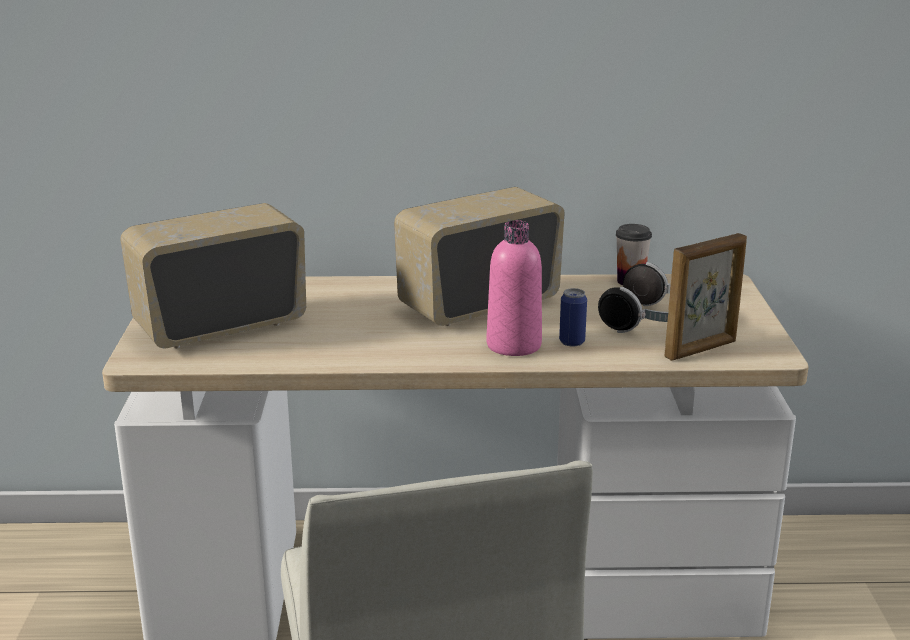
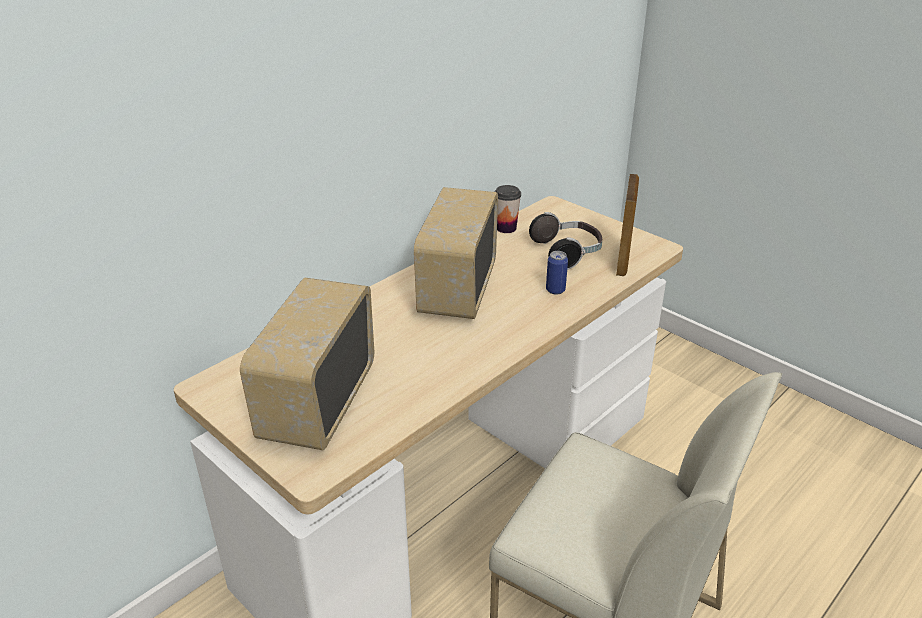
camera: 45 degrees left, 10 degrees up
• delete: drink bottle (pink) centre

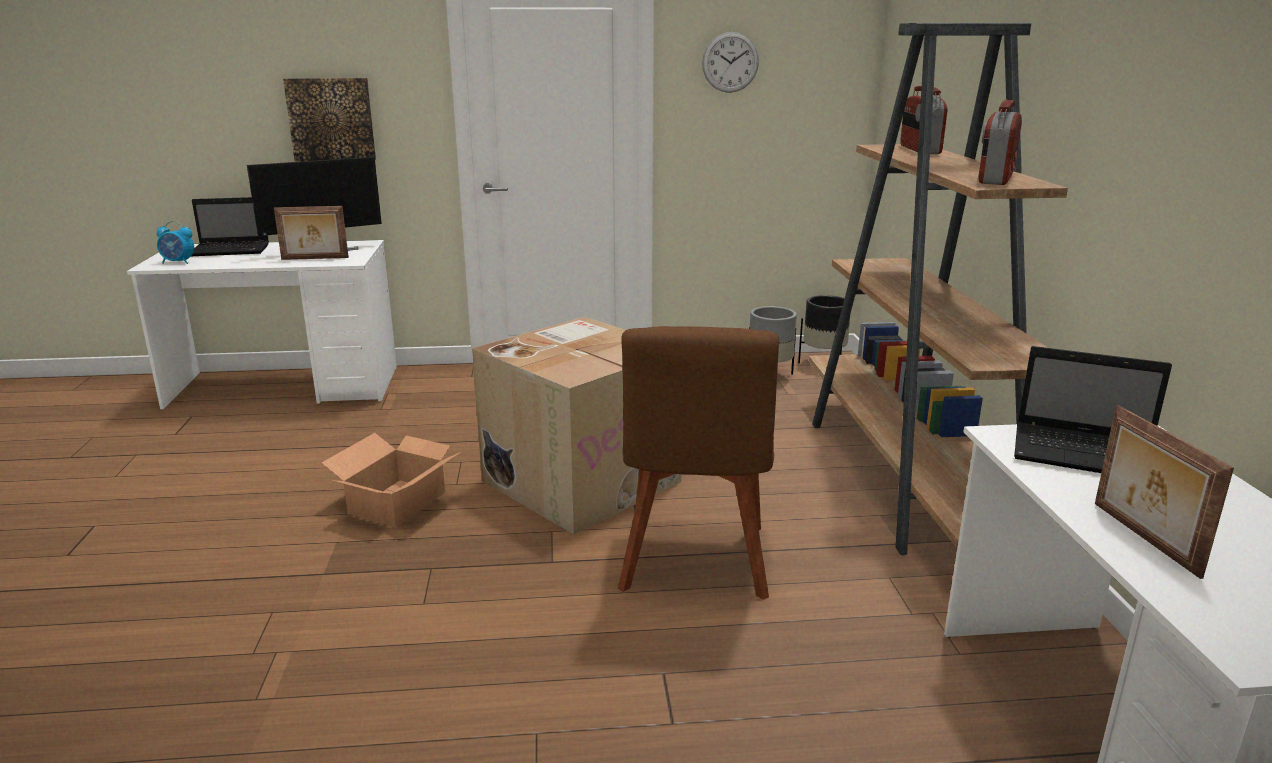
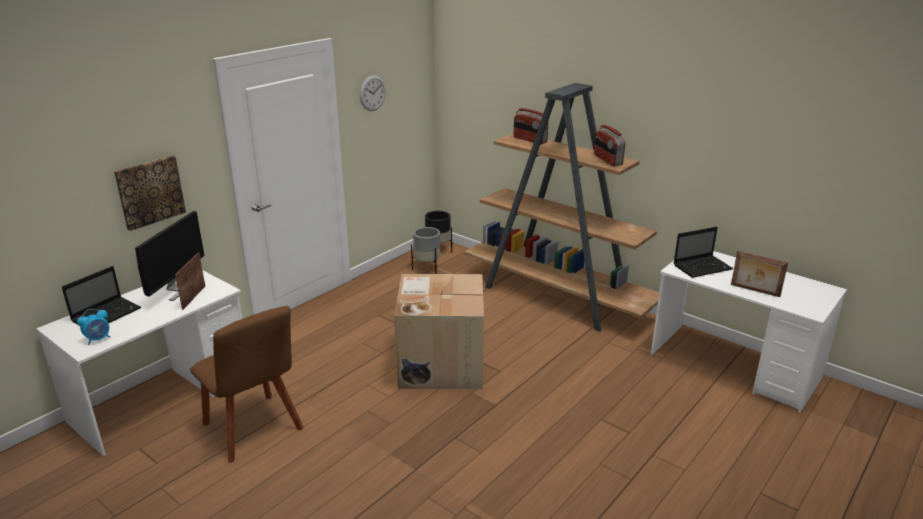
camera: 45 degrees left, 5 degrees up
• rotate: standing frame (1st from left) top left = middle left 150 degrees clockwise
• move: plain chair (brown-coloured) centre to bottom left
• delete: cardboard box (1st from left) middle left

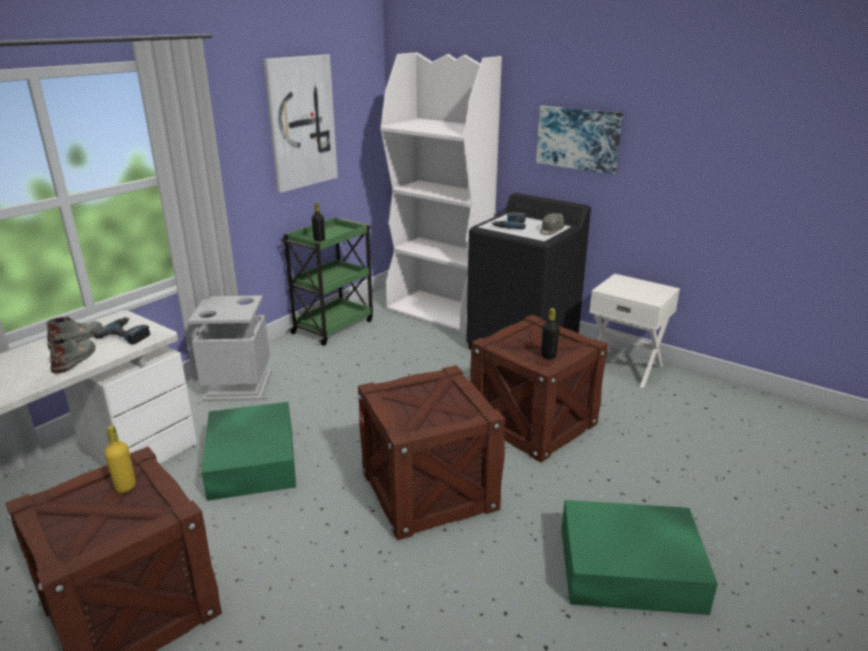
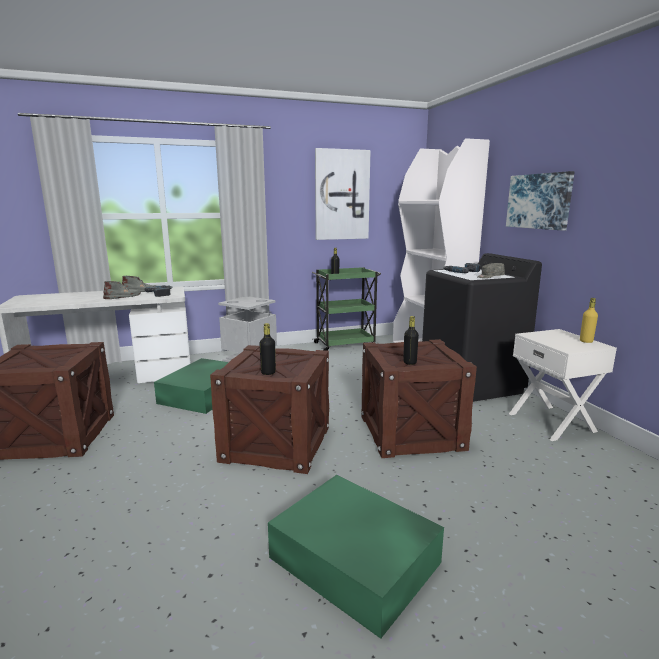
camera: 35 degrees right, 10 degrees down
• move: drink bottle (yellow) bottom left to middle right
• insert: drink bottle (black-coloured) (1st from left) centre

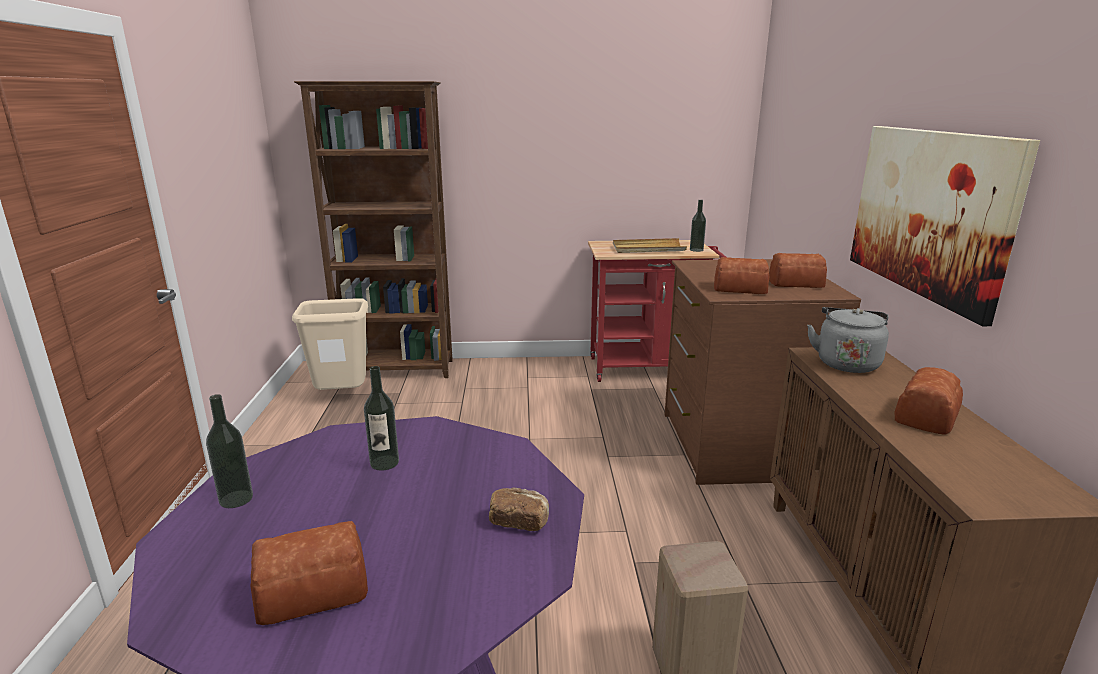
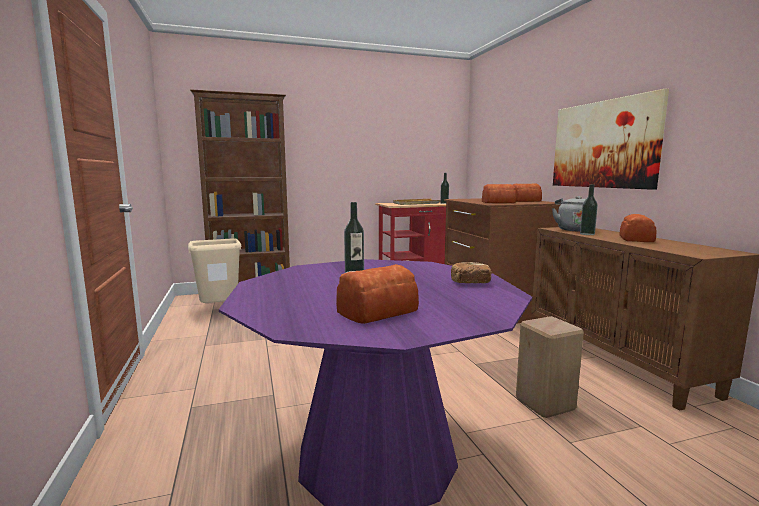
camera: 15 degrees left, 10 degrees down
• move: drink bottle (1st from left in the first image) bottom left to drink bottle (3rd from left) middle right

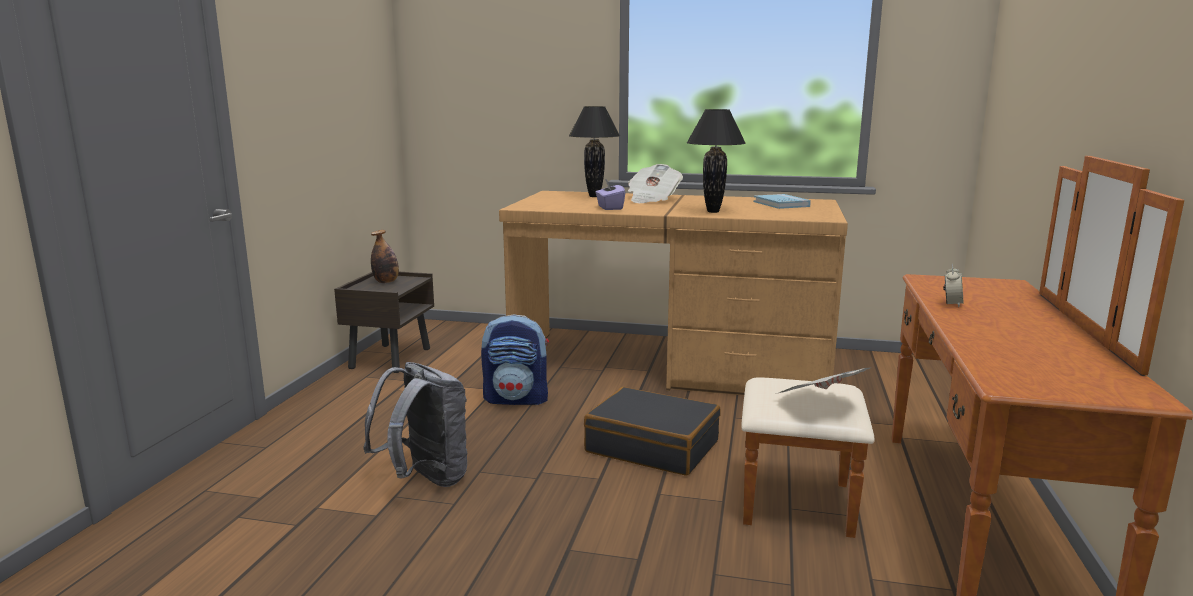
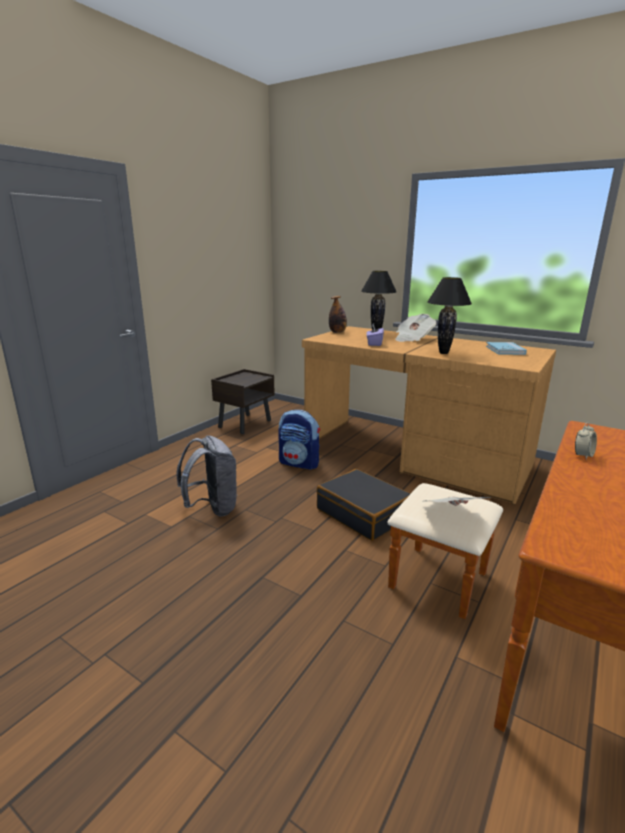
camera: 20 degrees right, 5 degrees up
• move: drink bottle middle left to centre

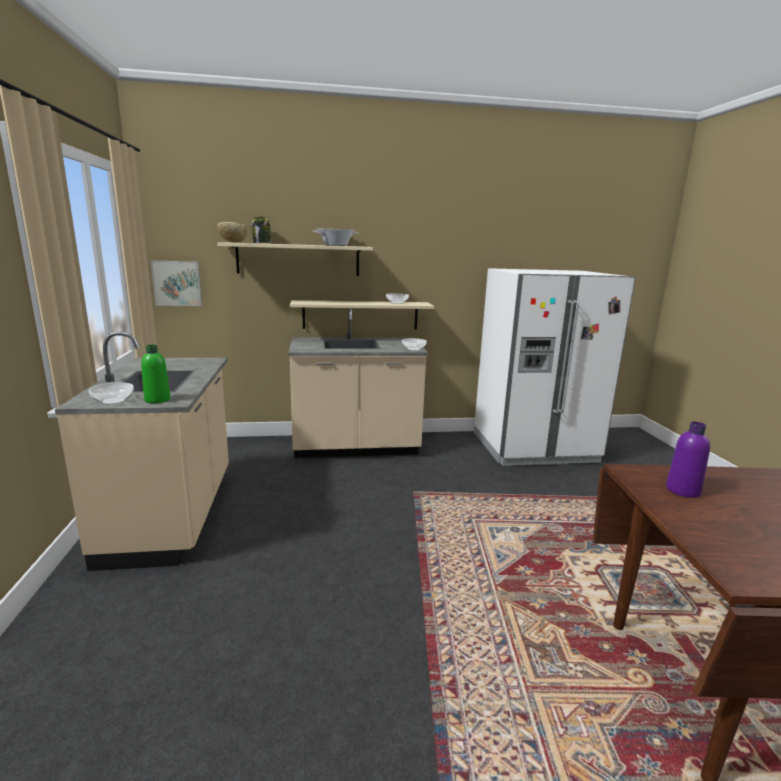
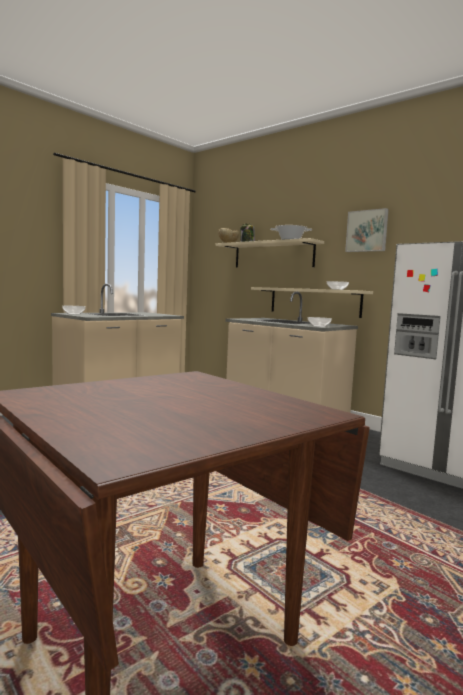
camera: 50 degrees right, 10 degrees down
• move: picture middle left to top right
• delete: drink bottle (green-coloured) middle left
• delete: drink bottle (purplish) middle right

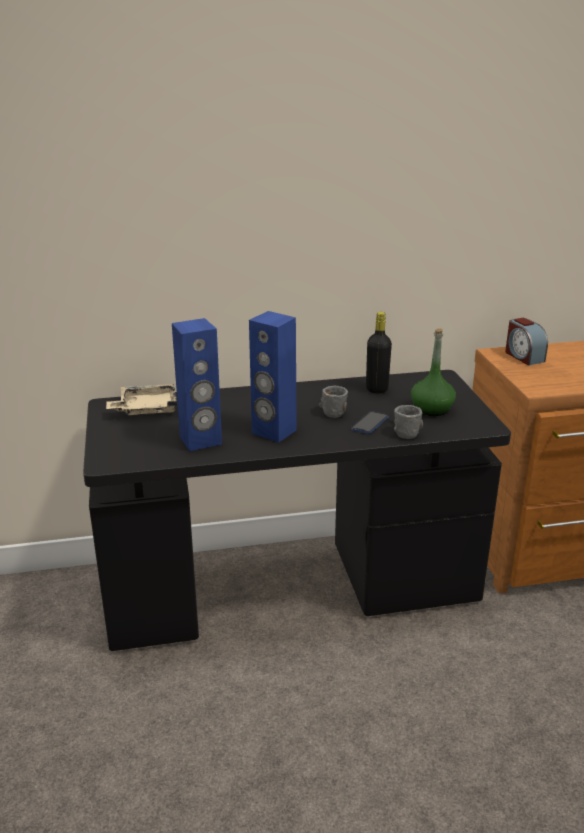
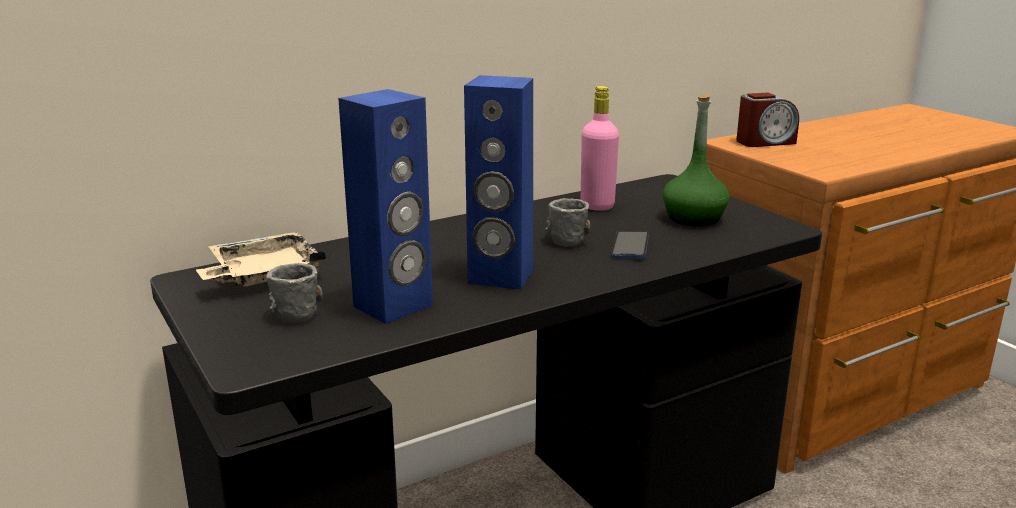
camera: 20 degrees left, 5 degrees down
• recolor: drink bottle (black-coloured) centre to drink bottle (pink) top centre
• rotate: bedside clock middle right = top right 60 degrees counterclockwise
• move: mug (grey) (2nd from left in the first image) middle right to mug (grey) (1st from left) middle left

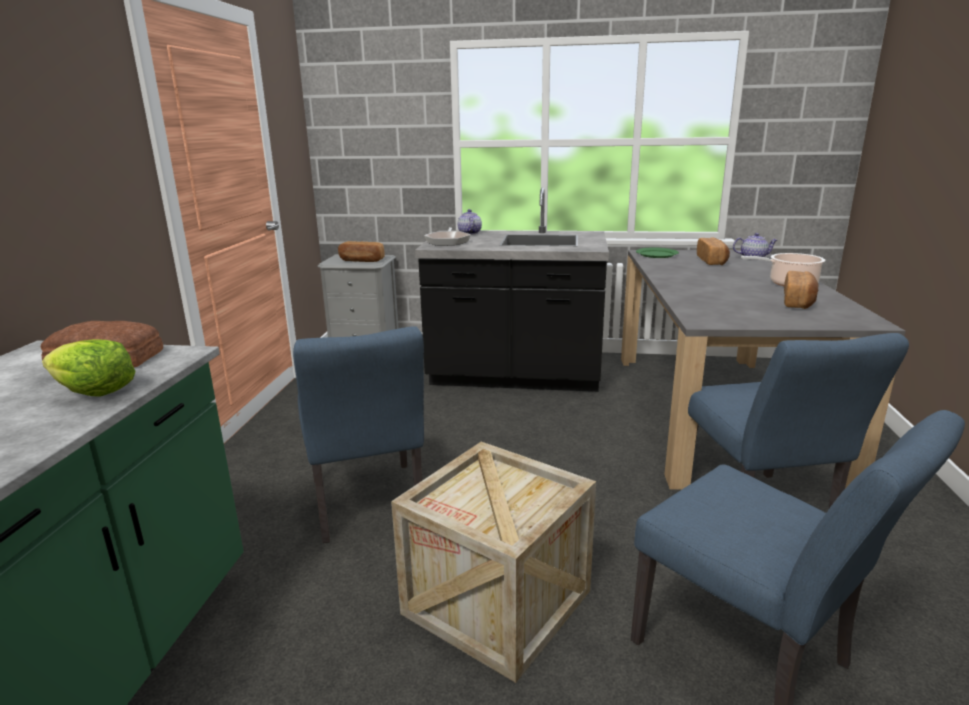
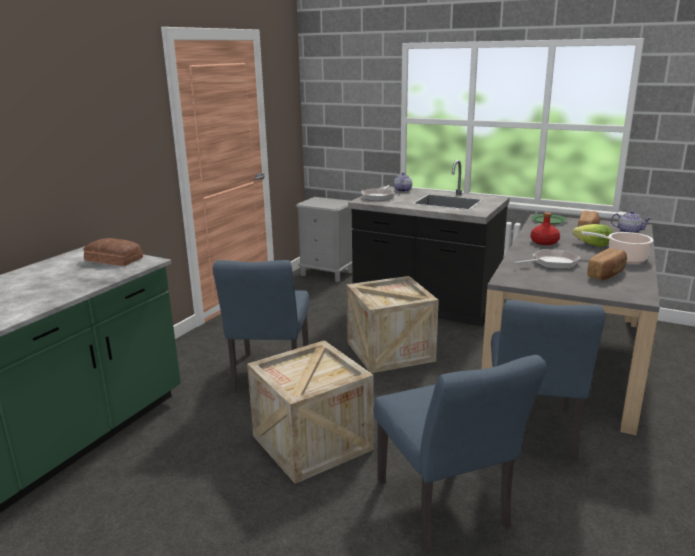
camera: 20 degrees right, 0 degrees up
• delete: bread (2nd from left) centre
• move: head of lettuce middle left to middle right
• insert: drink bottle (reddish) middle right
• insert: frying pan (2nd from left) middle right
• insert: packing crate (2nd from left) centre

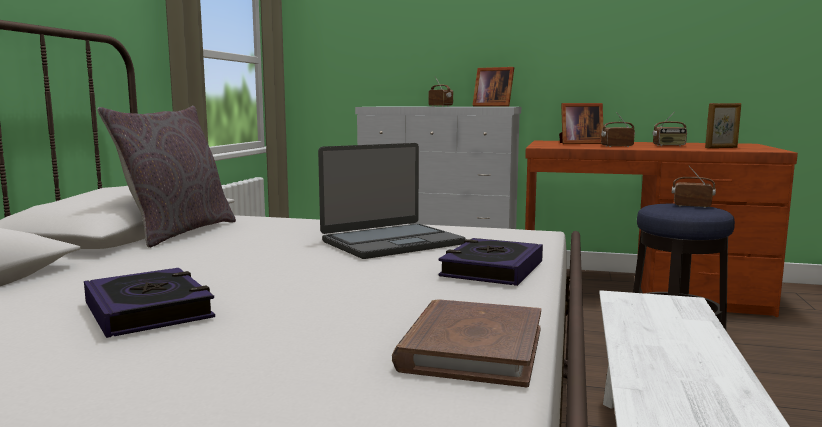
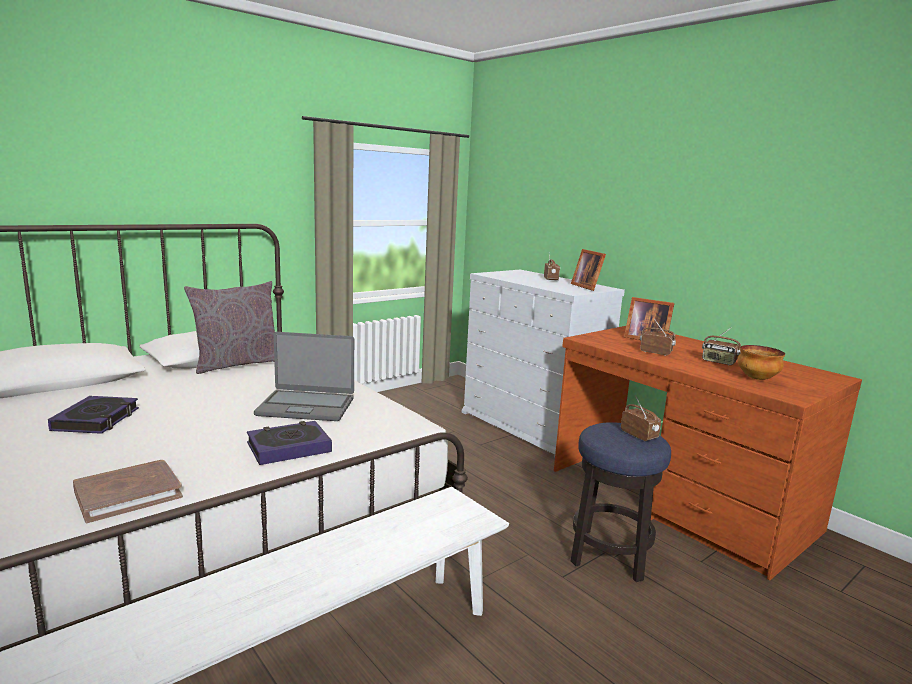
camera: 35 degrees right, 5 degrees up
• replace: standing frame (3rd from left) top right to deep dish middle right

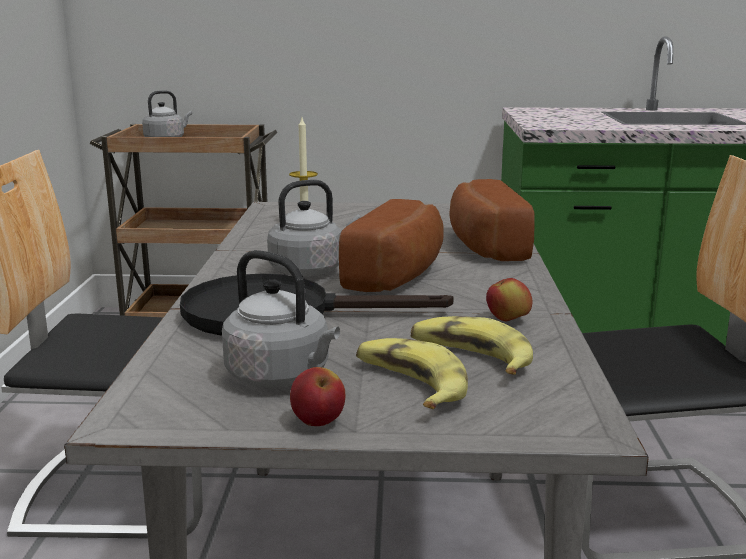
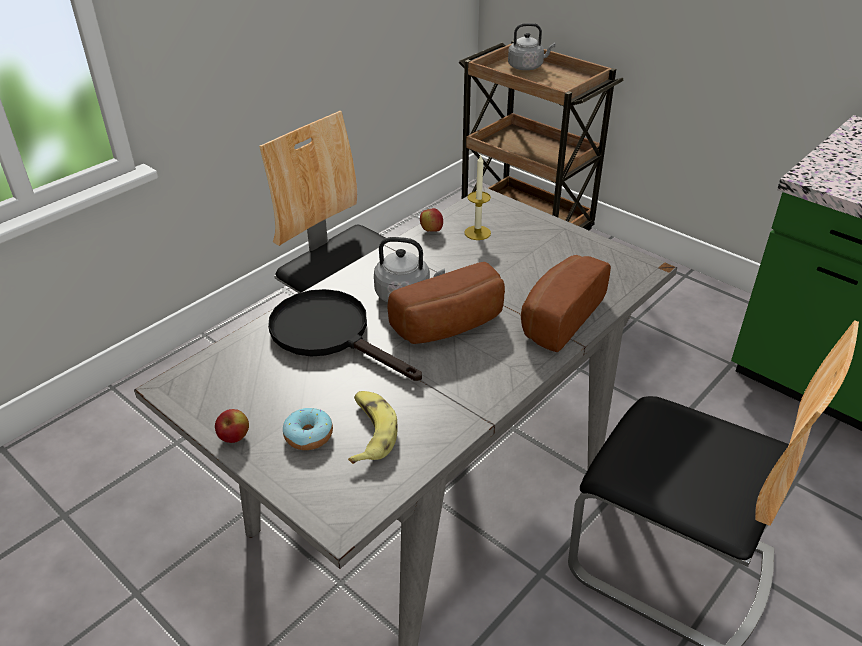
camera: 40 degrees right, 20 degrees up
• delete: water kettle (grey) (2nd from left) centre
• move: apple (2nd from left) middle right to centre
• replace: banana fruit (1st from left) bottom centre to donut centre

